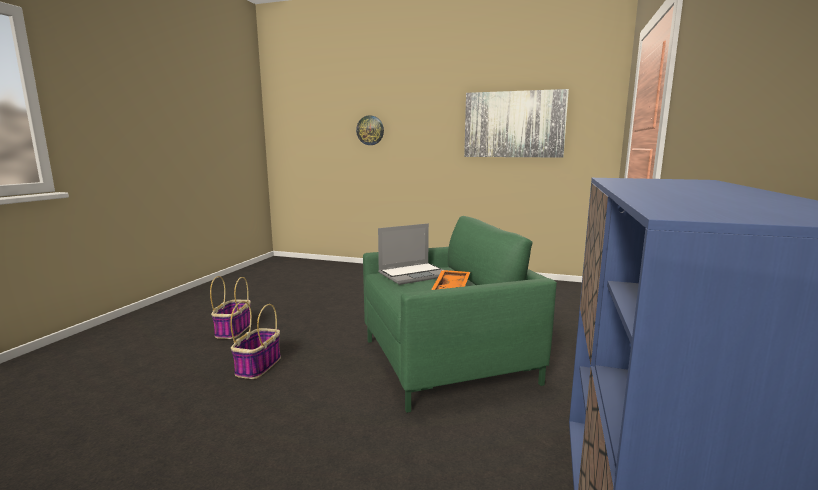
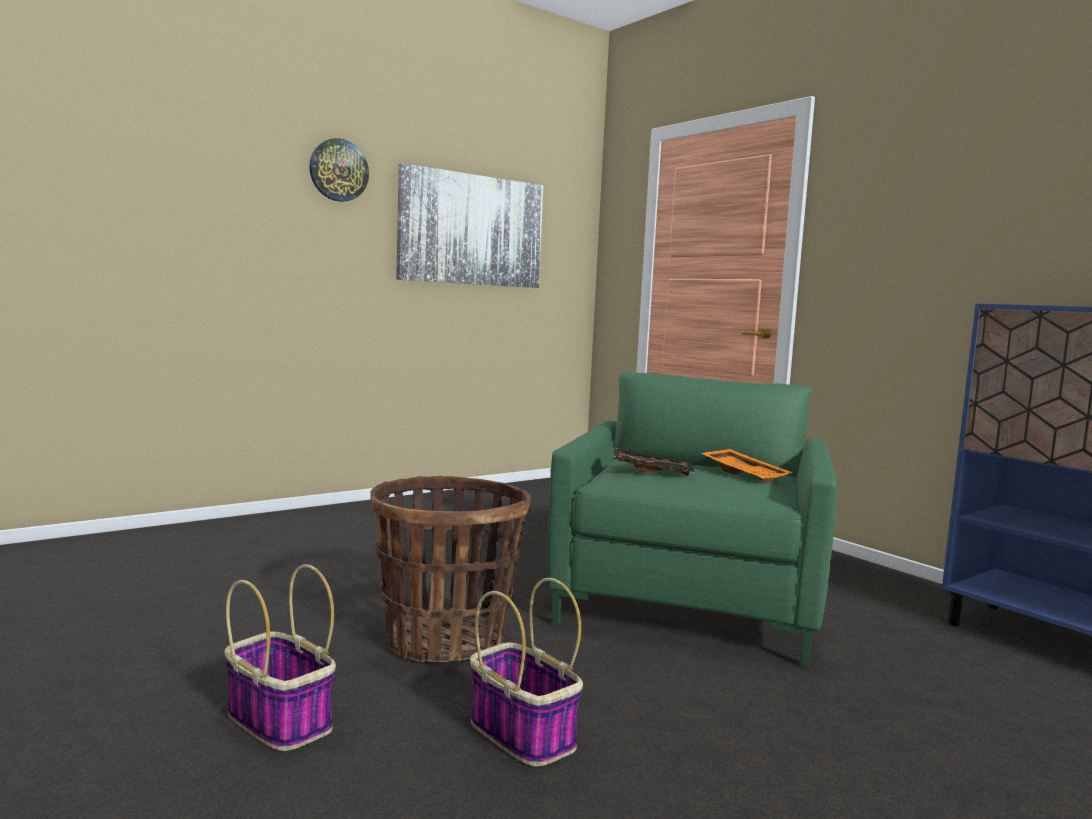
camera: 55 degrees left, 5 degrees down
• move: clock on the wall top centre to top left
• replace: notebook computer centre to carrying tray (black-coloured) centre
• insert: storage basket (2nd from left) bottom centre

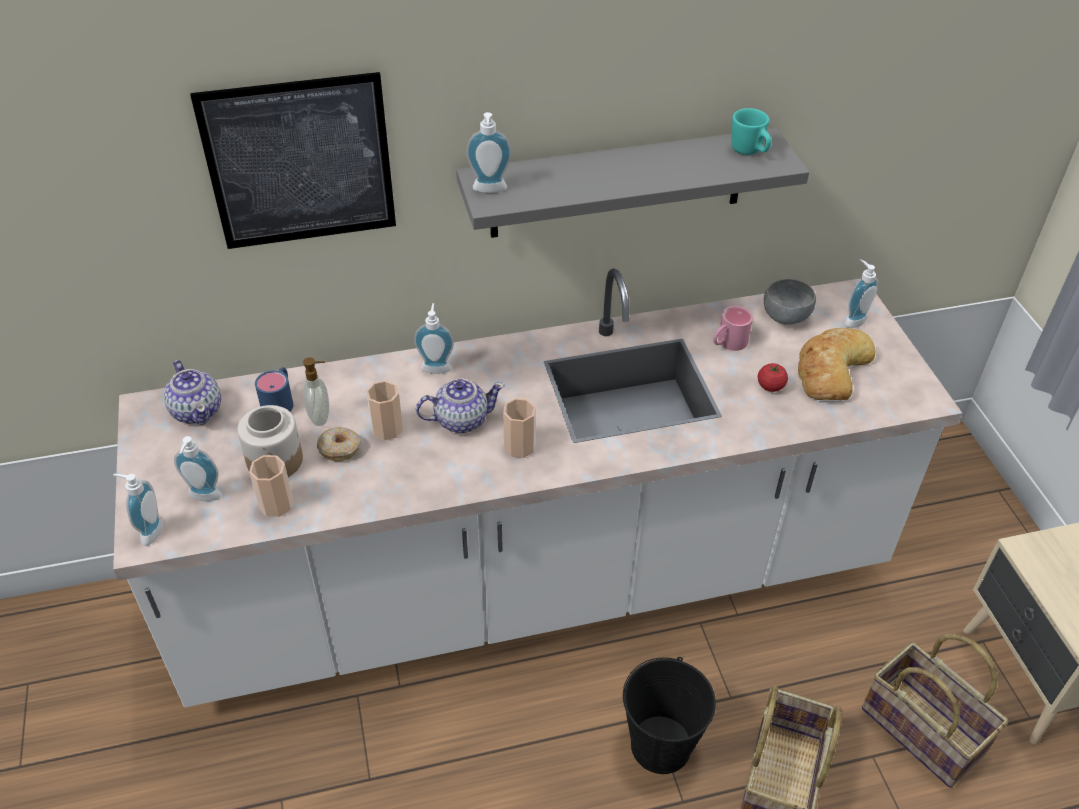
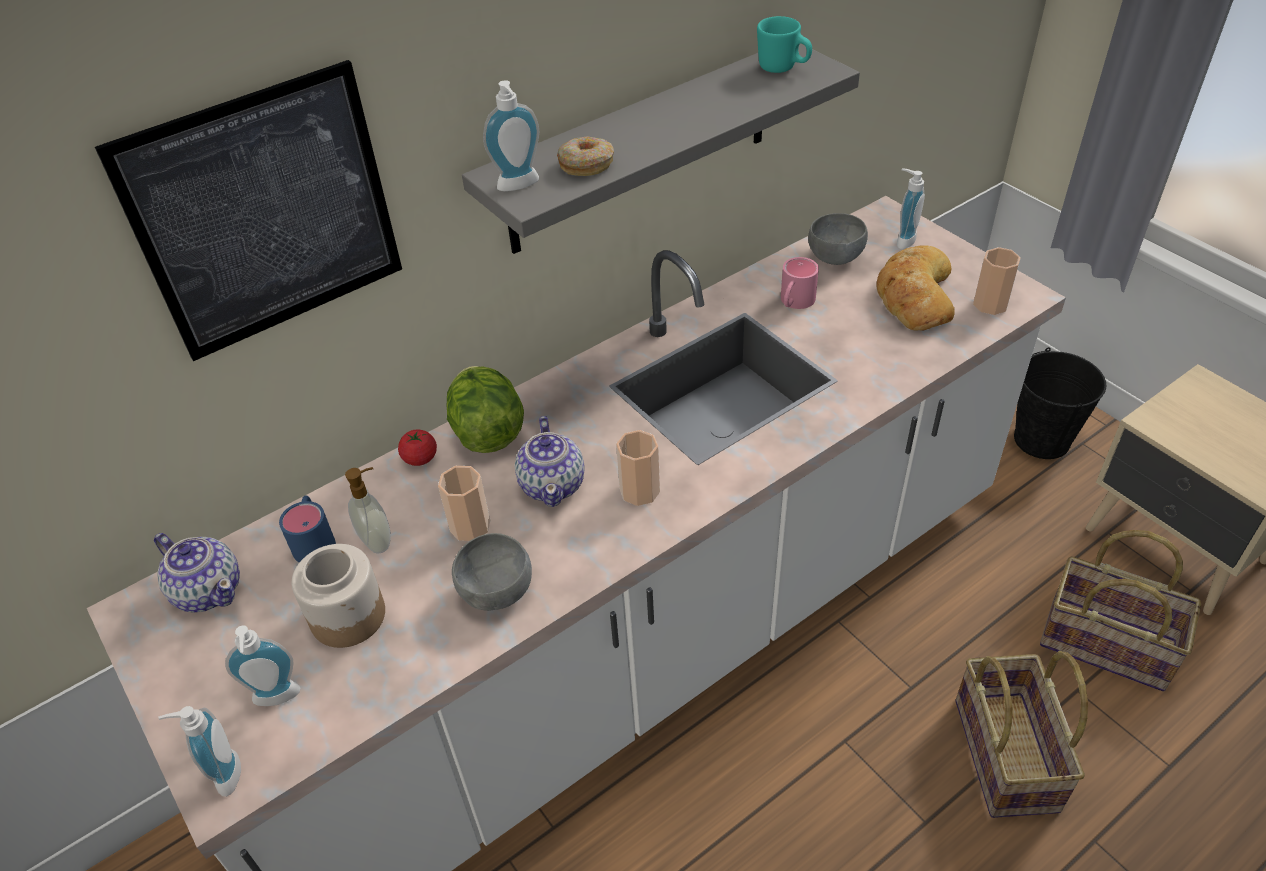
camera: 20 degrees left, 0 degrees up
• replace: liquid soap bottle (4th from left) centre to head of lettuce centre
• move: tomato middle right to middle left
• rotate: tea pot (2nd from left) centre = centre 120 degrees clockwise
• move: donut middle left to top centre
• move: cup (1st from left in the first image) middle left to cup (3rd from left) top right
• move: water bucket (black-coloured) bottom centre to middle right
• insert: deep dish (grey) (1st from left) centre

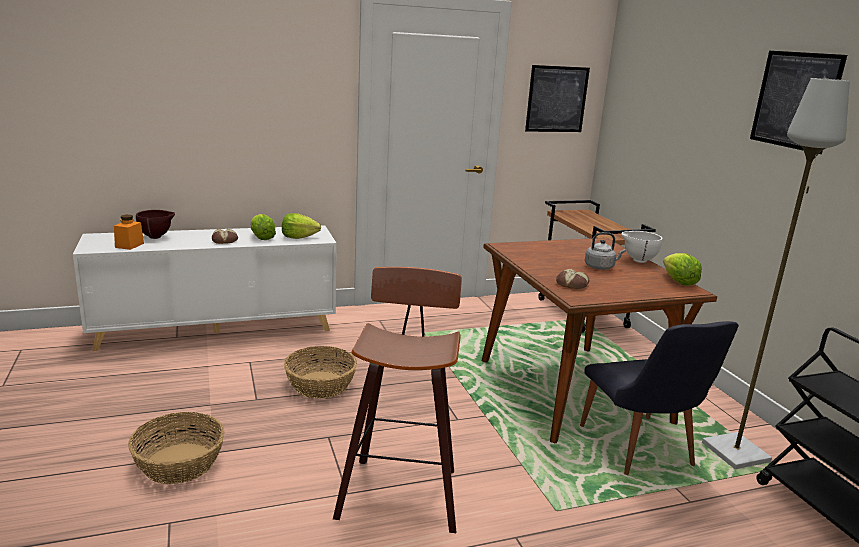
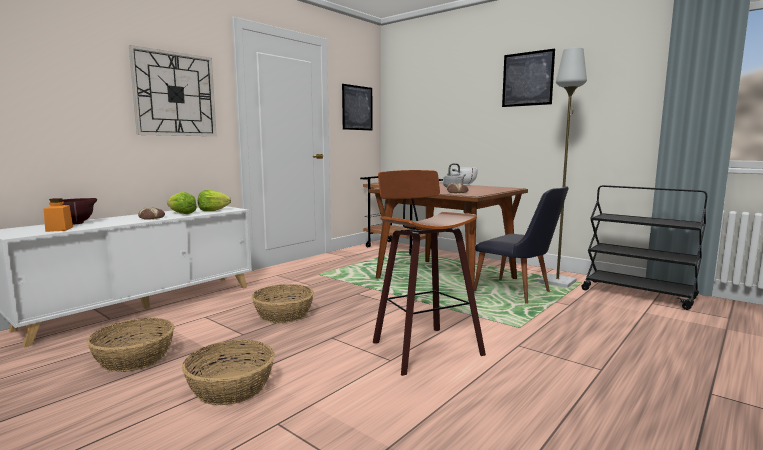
camera: 30 degrees left, 10 degrees down
• delete: head of lettuce (3rd from left) middle right
• insert: clock on the wall top left
• insert: storage basket (1st from left) bottom left

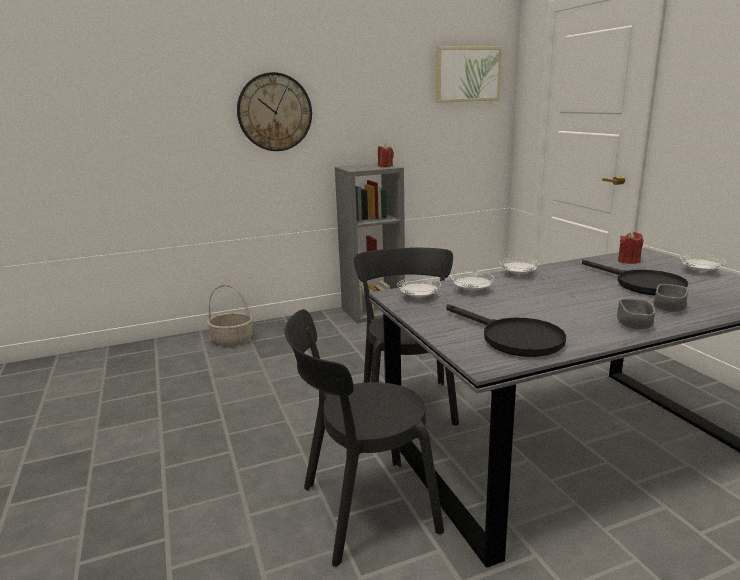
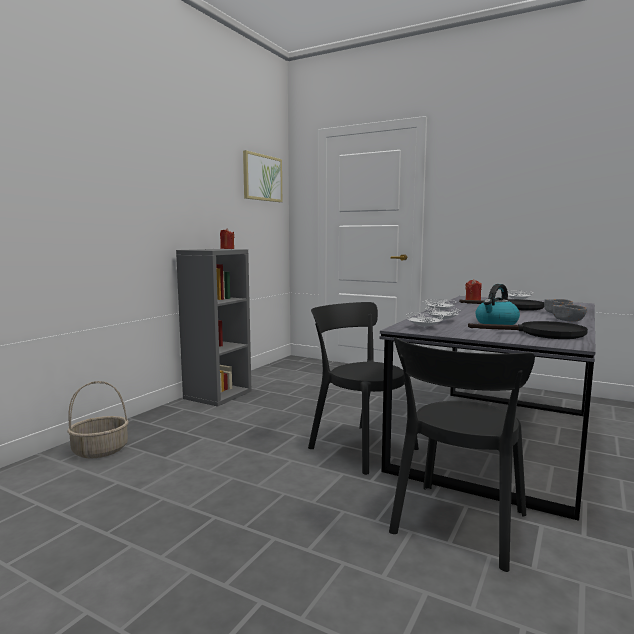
camera: 40 degrees left, 10 degrees down
• delete: clock on the wall top centre
• insert: water kettle middle right

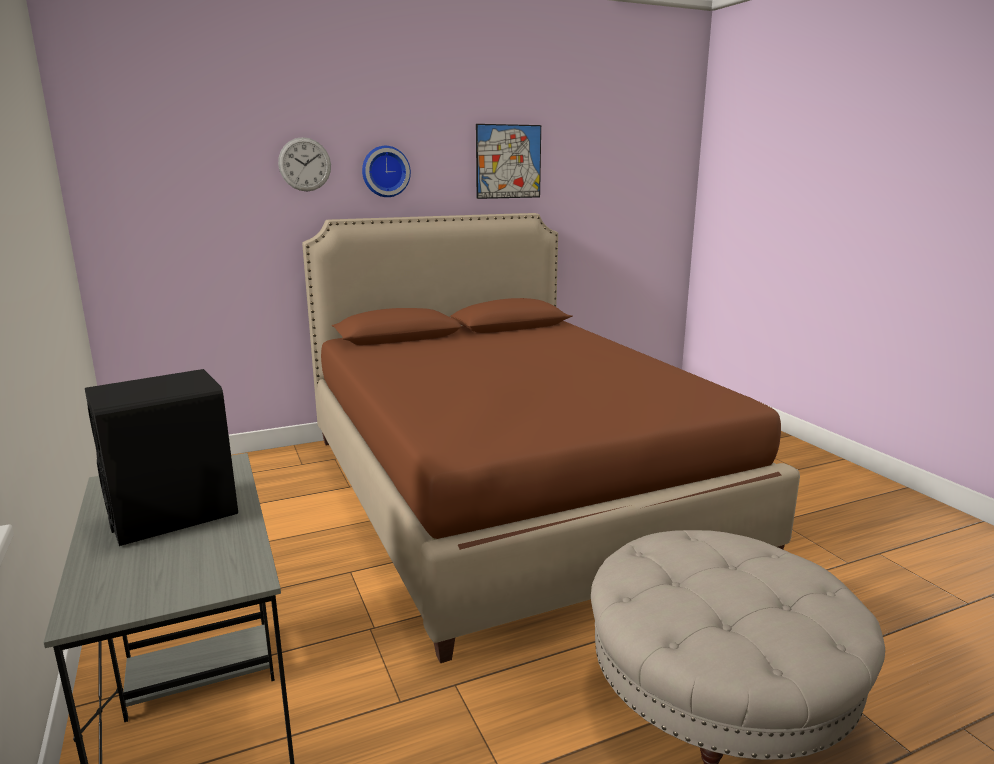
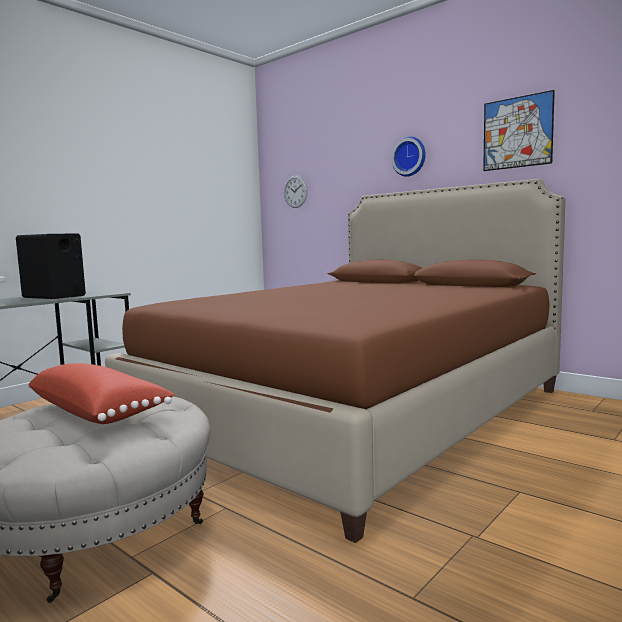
camera: 65 degrees right, 10 degrees down
• move: clock on the wall (1st from left) top left to top centre
• insert: pillow (reddish) middle left

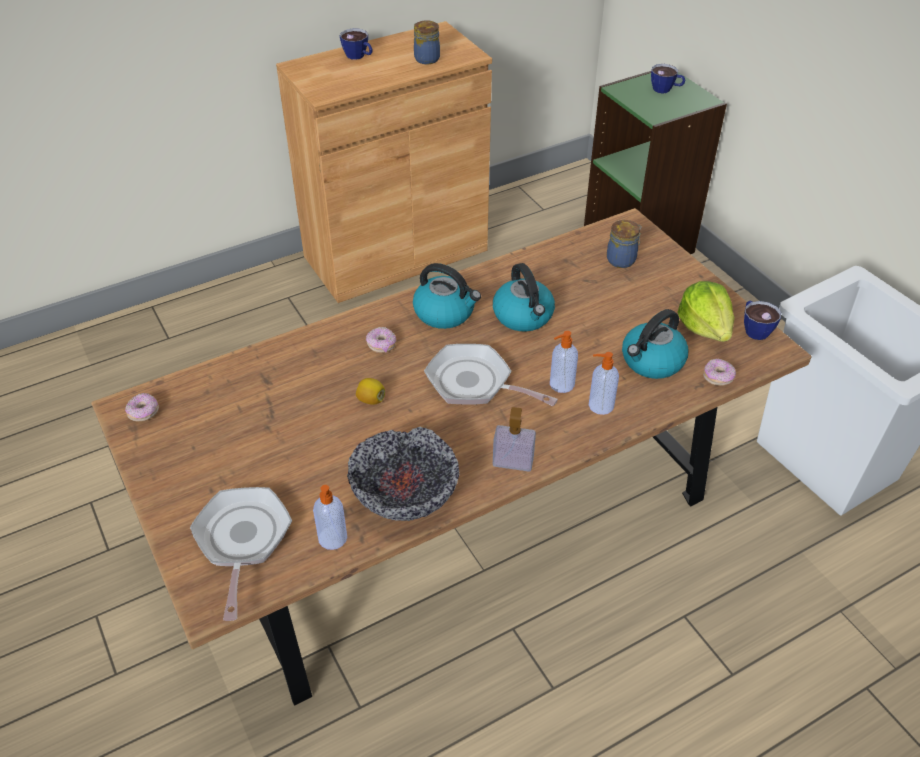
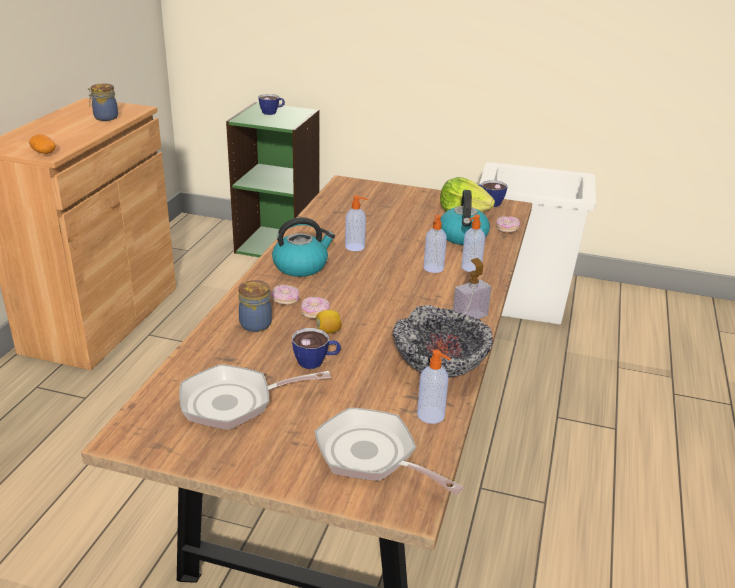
camera: 45 degrees left, 15 degrees down
• move: cup (1st from left in the first image) top centre to cup (2nd from left) centre
• move: jar (2nd from left) top right to centre
• replace: water kettle (2nd from left) centre to liquid soap bottle (1st from left) centre
• move: frying pan (2nd from left in the first image) centre to frying pan (1st from left) bottom centre
• move: donut (1st from left in the first image) middle left to donut (2nd from left) centre
• insert: spud top left

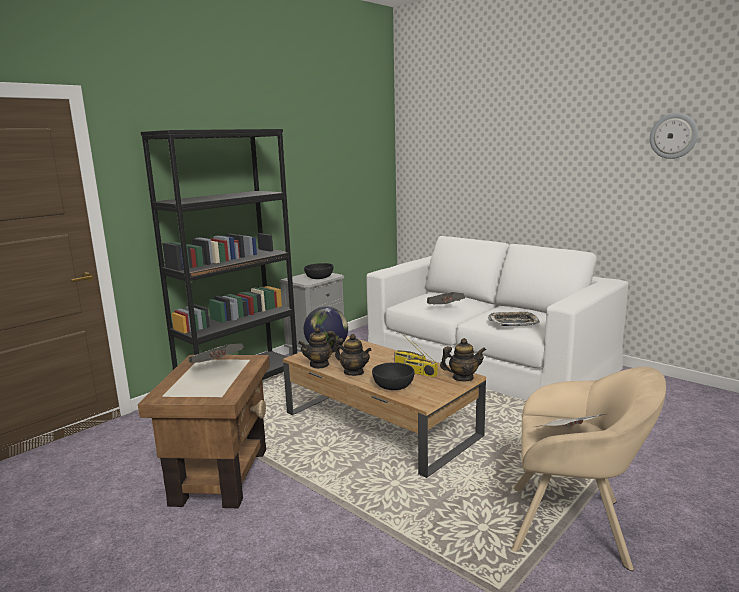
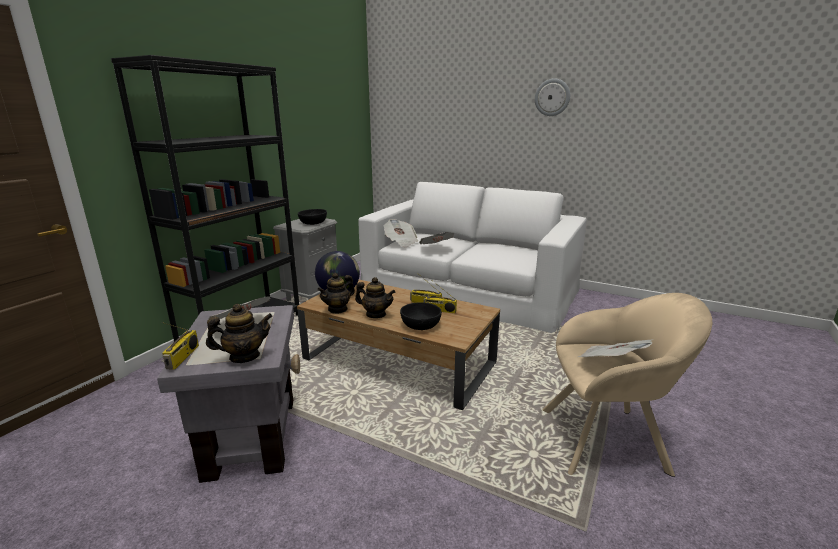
camera: 15 degrees left, 5 degrees up
• move: clock on the wall top right to top centre
• delete: carrying tray middle right
• move: tea pot (3rd from left in the first image) centre to tea pot (1st from left) middle left
• recolor: accent table (brown-coloured) bottom left to accent table (grey) bottom left
• insert: daily paper (2nd from left) centre
• insert: radio set (1st from left) middle left

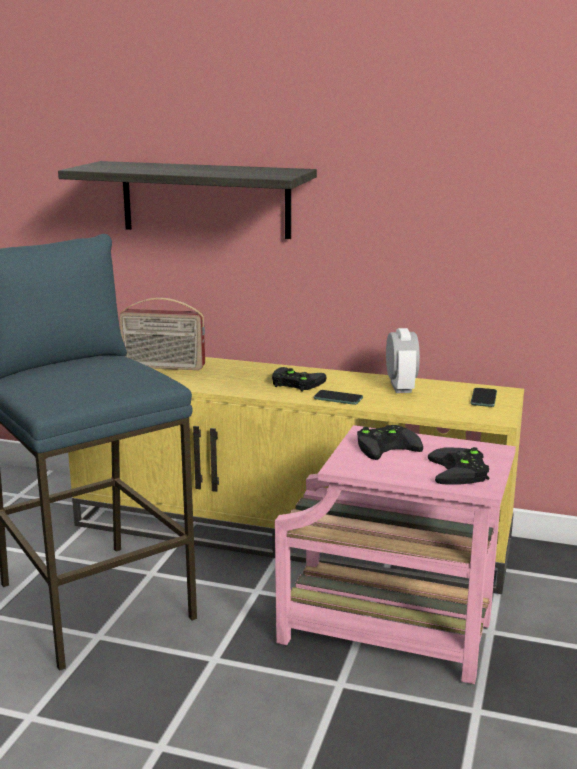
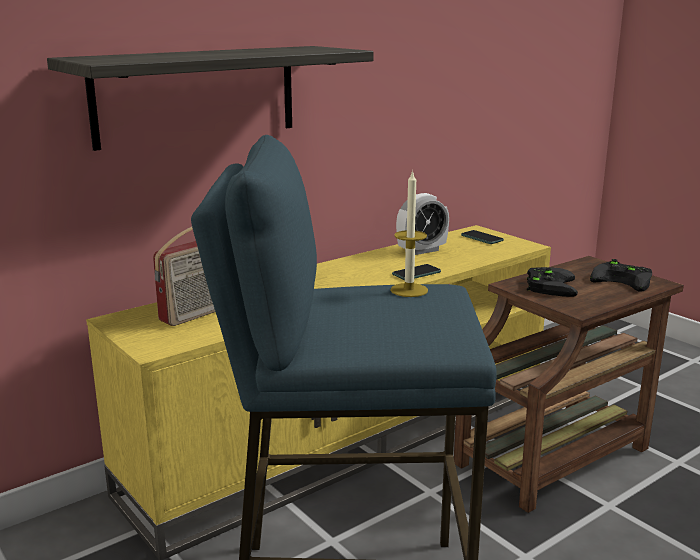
camera: 55 degrees left, 0 degrees up
• rotate: bedside clock middle right = centre 120 degrees clockwise
• delete: game controller (black-coloured) (1st from left) centre
• recolor: accent table (pink) bottom right to accent table (brown-coloured) bottom right
• insert: wax candle centre

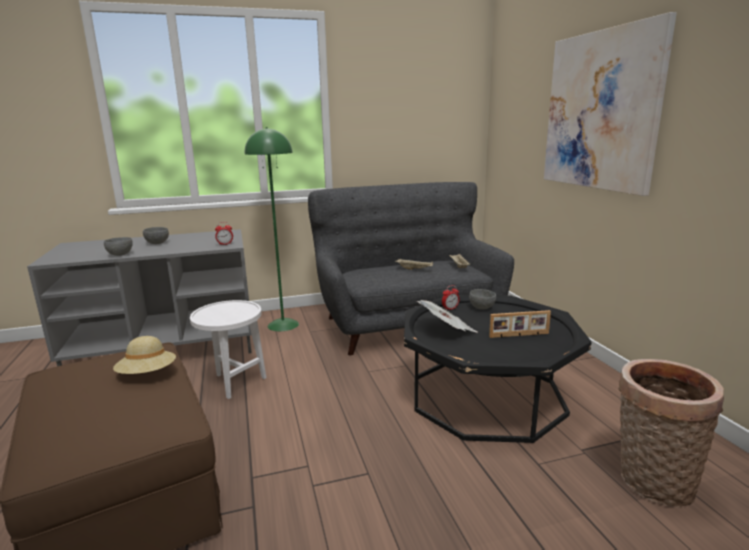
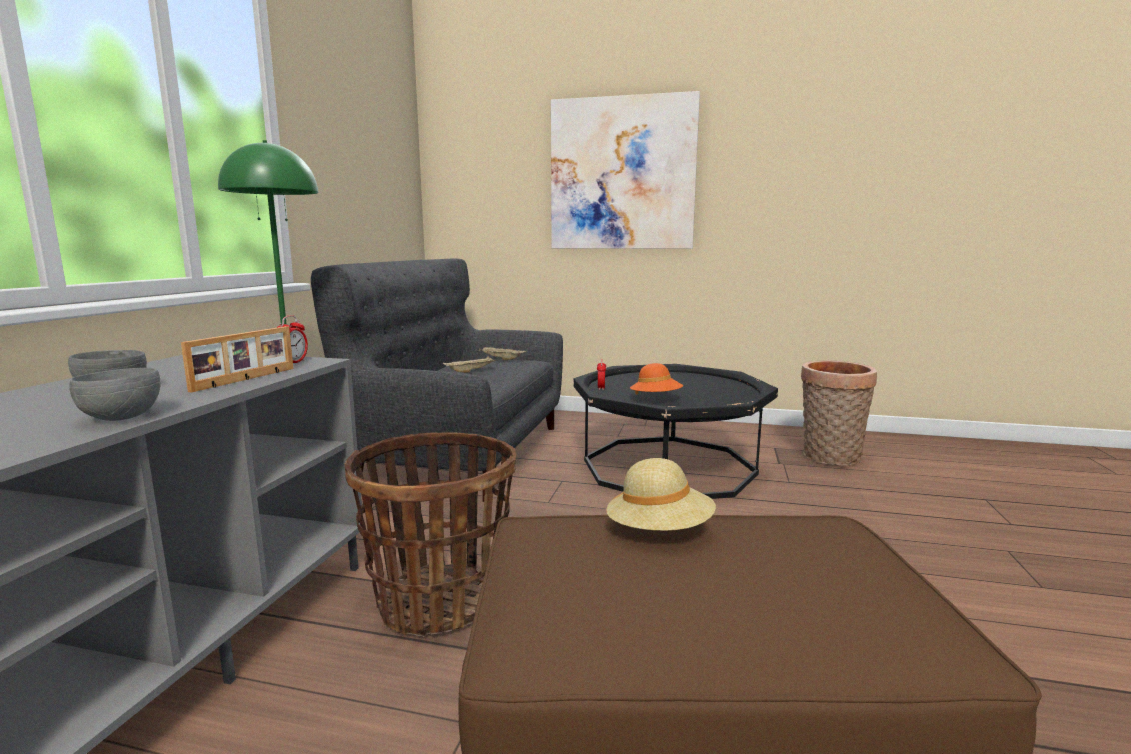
camera: 60 degrees left, 5 degrees down
• delete: deep dish (grey) (3rd from left) centre
• replace: accent table (white-coloured) middle left to storage basket (1st from left) bottom centre
• replace: daily paper centre to wearable hat (orange) centre
• move: standing frame middle right to middle left

